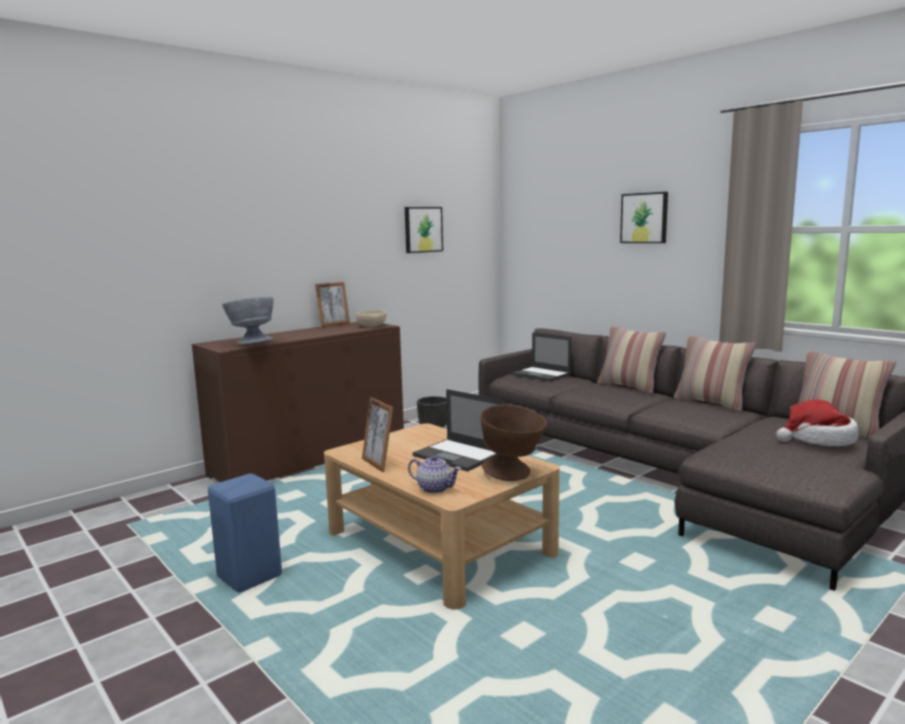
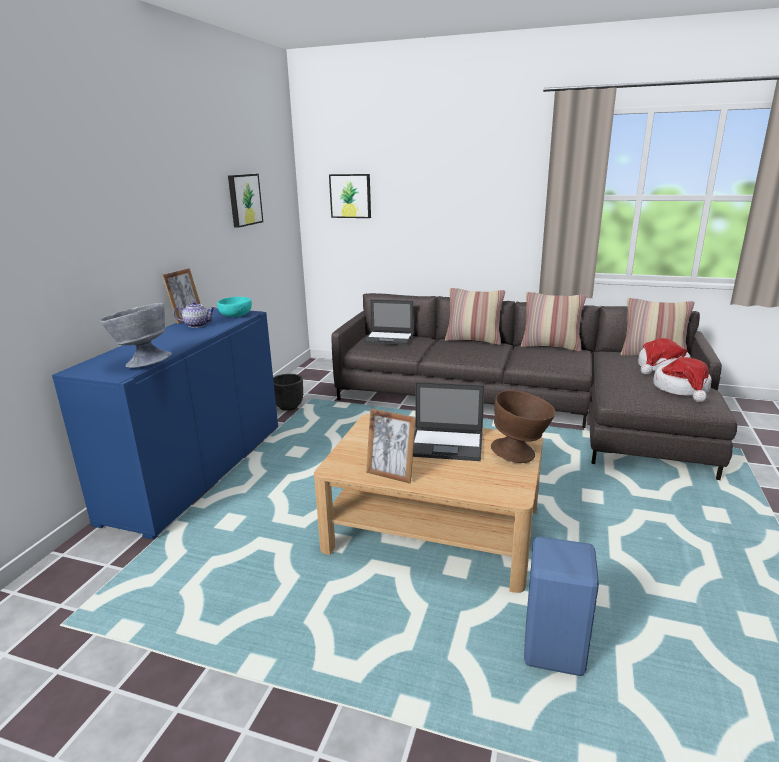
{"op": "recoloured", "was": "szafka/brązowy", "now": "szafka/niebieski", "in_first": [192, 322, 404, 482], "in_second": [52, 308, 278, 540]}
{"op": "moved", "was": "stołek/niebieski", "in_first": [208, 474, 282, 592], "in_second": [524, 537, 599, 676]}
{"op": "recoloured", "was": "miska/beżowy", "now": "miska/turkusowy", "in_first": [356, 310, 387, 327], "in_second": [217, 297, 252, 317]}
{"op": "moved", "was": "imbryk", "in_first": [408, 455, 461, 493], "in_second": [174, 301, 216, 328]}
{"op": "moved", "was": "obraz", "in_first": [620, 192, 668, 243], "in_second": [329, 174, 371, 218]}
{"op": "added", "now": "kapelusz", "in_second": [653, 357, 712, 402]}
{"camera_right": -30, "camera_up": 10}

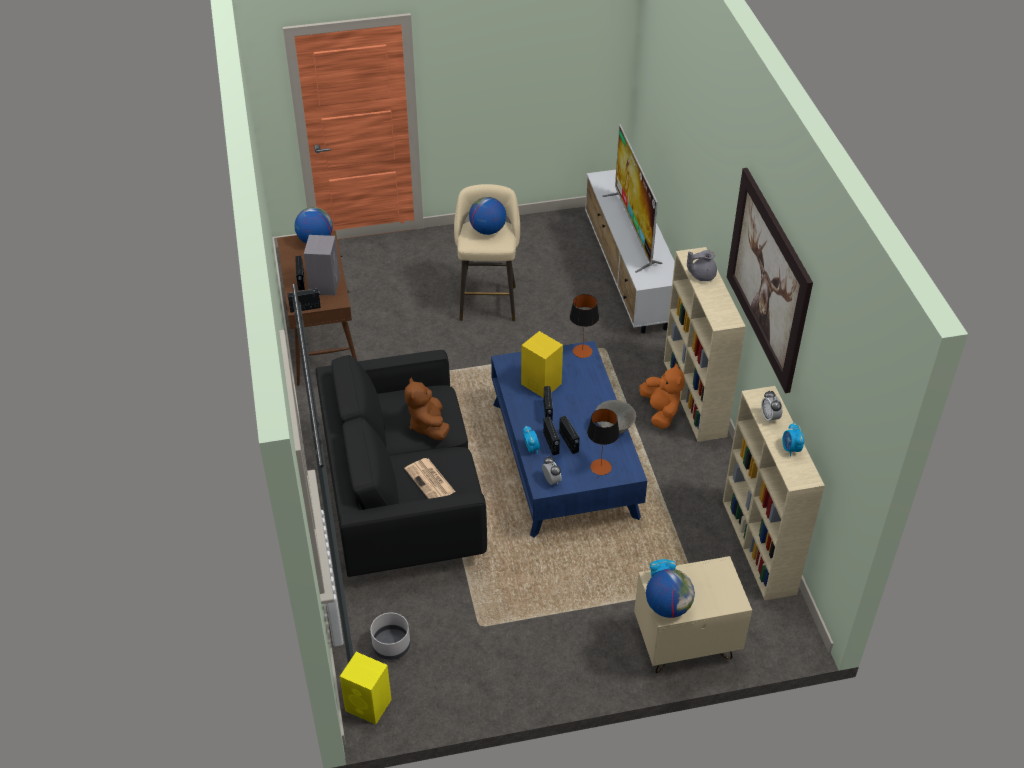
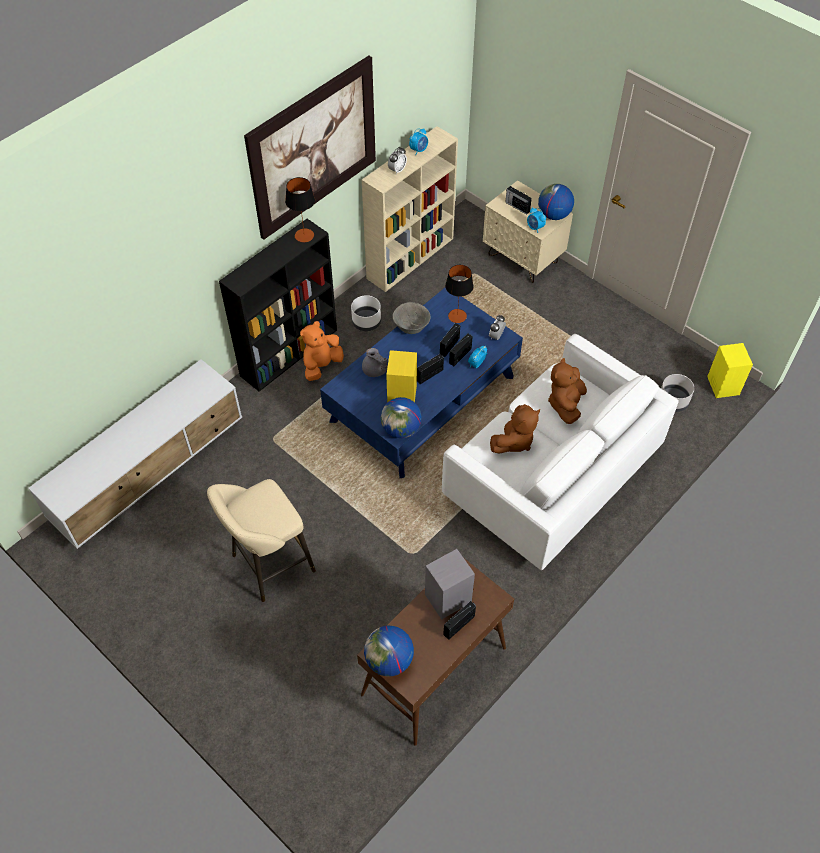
{"op": "moved", "was": "radio", "in_first": [287, 288, 321, 313], "in_second": [505, 186, 532, 215]}
{"op": "recoloured", "was": "kanapa/czarny", "now": "kanapa/biały", "in_first": [316, 350, 487, 577], "in_second": [442, 334, 679, 571]}
{"op": "replaced", "was": "gazeta", "now": "pluszak/brązowy", "in_first": [404, 458, 455, 499], "in_second": [548, 358, 587, 424]}
{"op": "moved", "was": "globus", "in_first": [469, 197, 506, 235], "in_second": [381, 397, 422, 438]}
{"op": "moved", "was": "lampa stołowa", "in_first": [570, 294, 599, 358], "in_second": [285, 177, 315, 243]}
{"op": "removed", "was": "telewizor", "in_first": [602, 124, 663, 273]}
{"op": "recoloured", "was": "regał/beżowy", "now": "regał/czarny", "in_first": [664, 247, 746, 442], "in_second": [219, 219, 337, 392]}
{"op": "moved", "was": "imbryk/szary", "in_first": [687, 250, 717, 281], "in_second": [362, 348, 388, 377]}
{"op": "added", "now": "donica/biały", "in_second": [351, 295, 381, 331]}
{"camera_right": -125, "camera_up": 10}

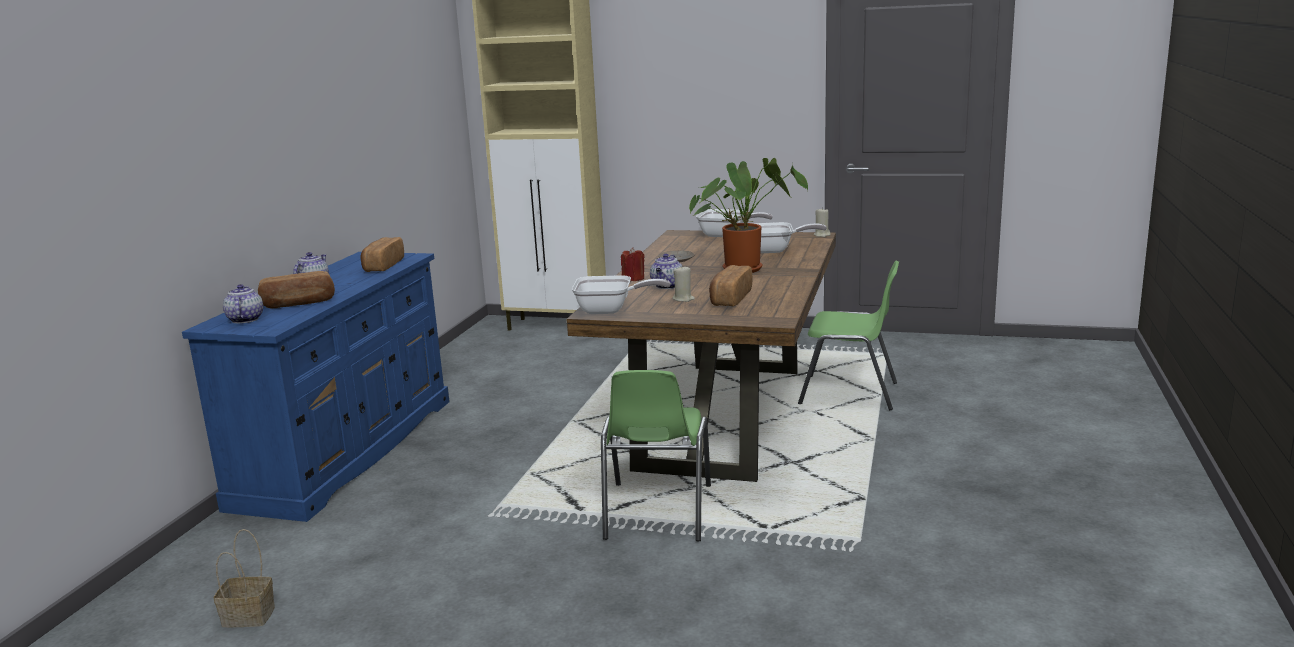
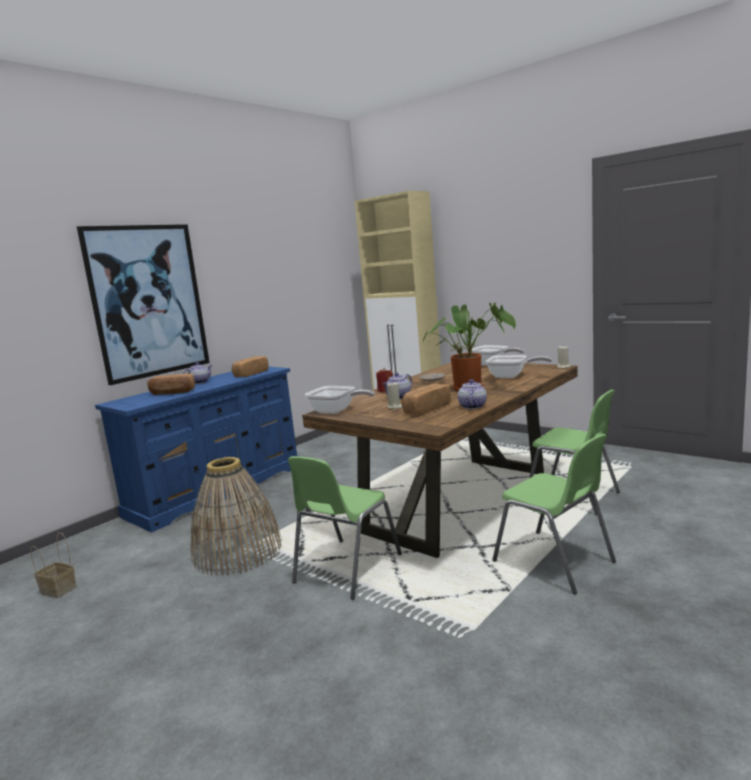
{"op": "moved", "was": "imbryk", "in_first": [223, 284, 263, 323], "in_second": [458, 379, 487, 409]}
{"op": "added", "now": "obraz", "in_second": [77, 224, 210, 385]}
{"op": "added", "now": "koszyk", "in_second": [191, 457, 282, 575]}
{"op": "added", "now": "krzesło/zielony", "in_second": [492, 434, 616, 594]}
{"camera_right": 25, "camera_up": -5}

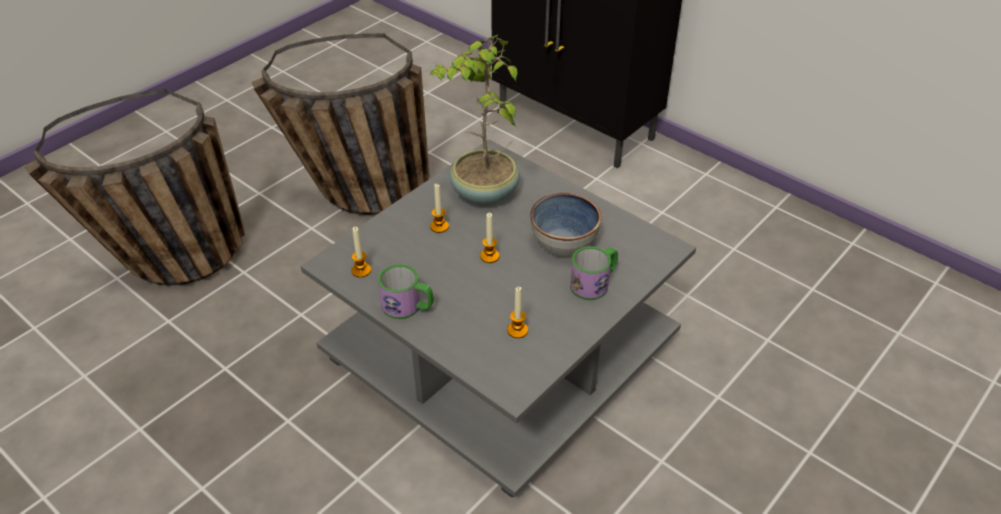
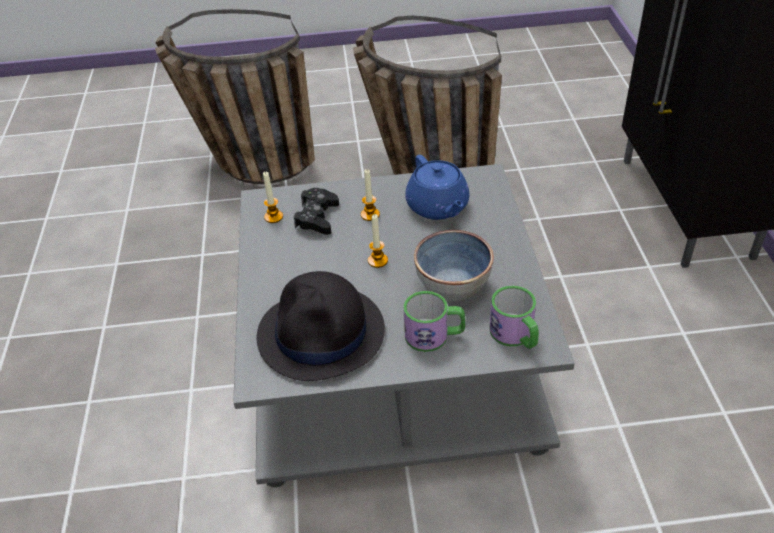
{"op": "moved", "was": "kubek", "in_first": [378, 264, 434, 319], "in_second": [489, 286, 539, 349]}
{"op": "replaced", "was": "roślina doniczkowa", "now": "imbryk/niebieski", "in_first": [430, 35, 520, 205], "in_second": [405, 155, 469, 220]}
{"op": "replaced", "was": "świeca", "now": "kapelusz/czarny", "in_first": [507, 287, 528, 338], "in_second": [257, 271, 385, 381]}
{"op": "added", "now": "pad do gier/czarny", "in_second": [294, 188, 339, 235]}
{"camera_right": 45, "camera_up": 0}

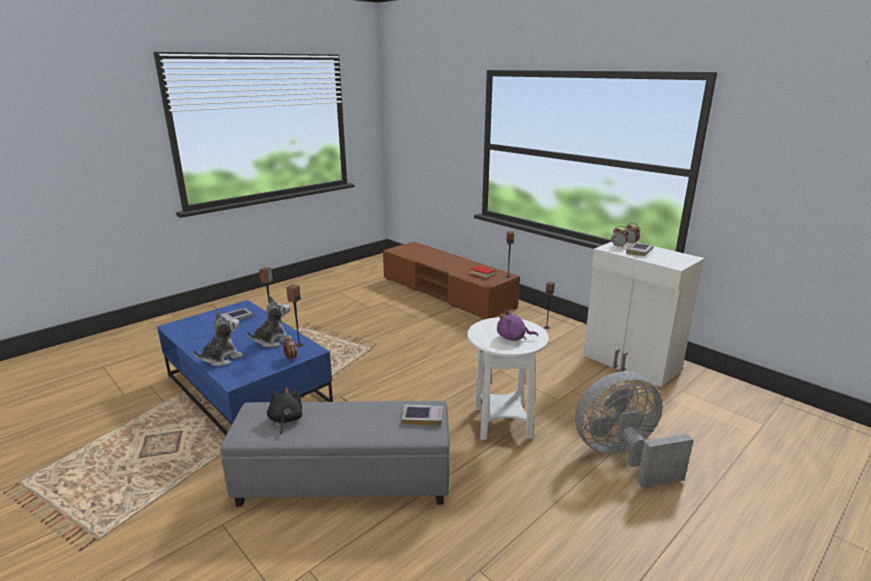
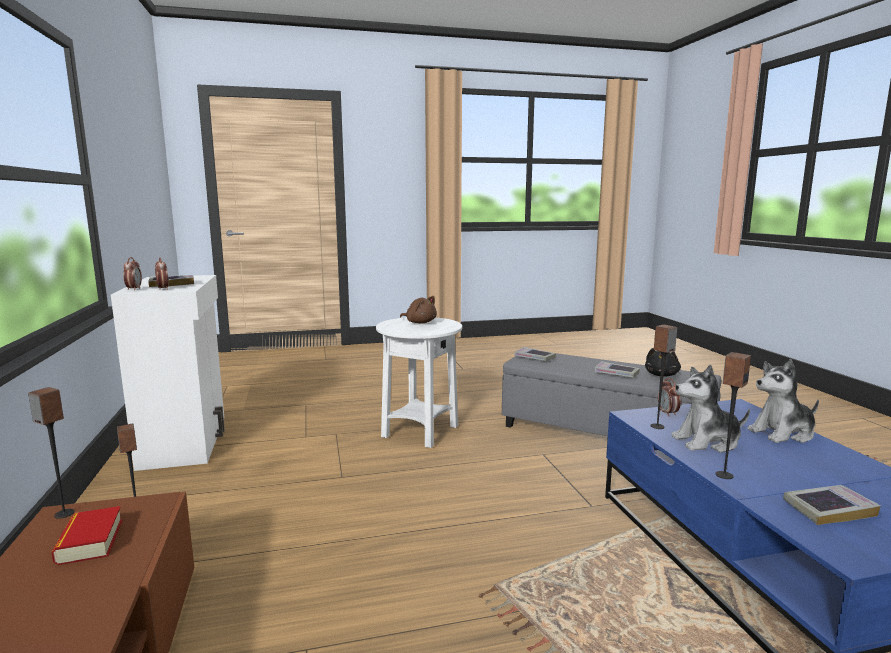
{"op": "recoloured", "was": "pluszak/fioletowy", "now": "pluszak/brązowy", "in_first": [497, 310, 538, 341], "in_second": [400, 296, 437, 324]}
{"op": "removed", "was": "wentylator/szary", "in_first": [575, 371, 694, 488]}
{"op": "added", "now": "książka", "in_second": [594, 361, 640, 378]}
{"camera_right": -150, "camera_up": -10}

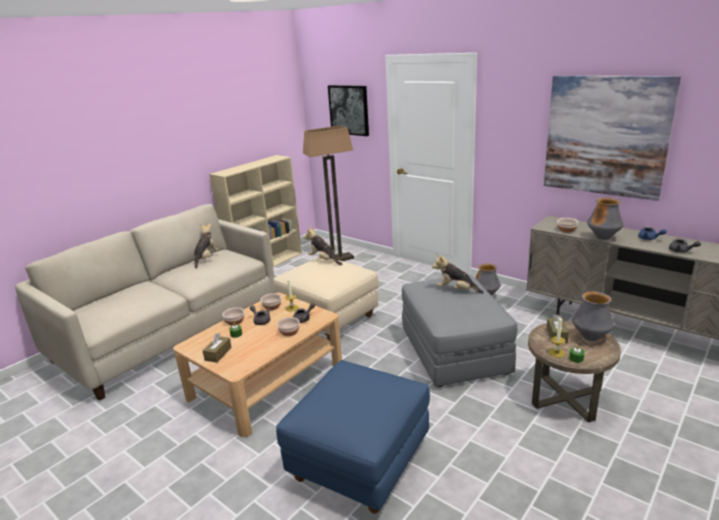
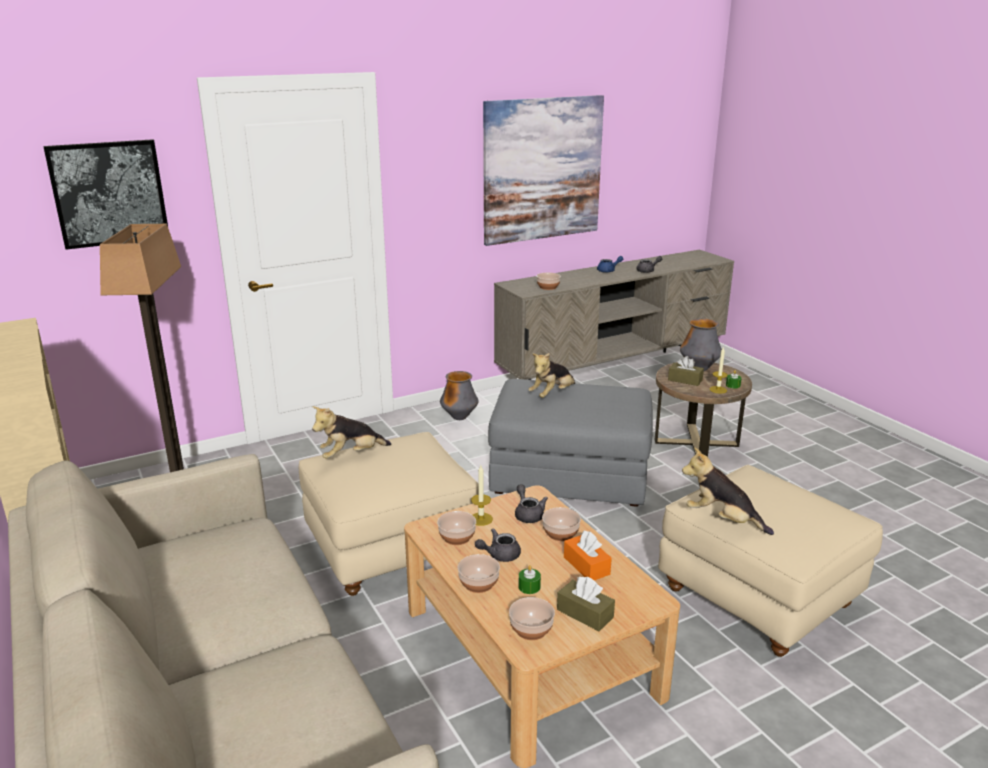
{"op": "moved", "was": "pluszak", "in_first": [193, 223, 219, 269], "in_second": [682, 447, 774, 535]}
{"op": "recoloured", "was": "pufa/niebieski", "now": "pufa/beżowy", "in_first": [276, 360, 430, 514], "in_second": [658, 465, 883, 657]}
{"op": "removed", "was": "wazon", "in_first": [587, 198, 623, 240]}
{"op": "added", "now": "miska", "in_second": [509, 597, 555, 640]}
{"op": "added", "now": "pudełko chusteczek/pomarańczowy", "in_second": [564, 530, 612, 580]}
{"camera_right": -70, "camera_up": 0}

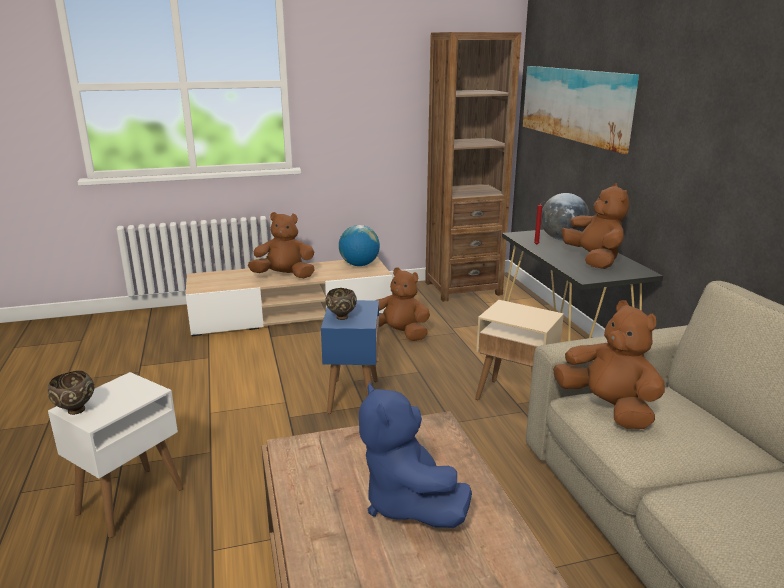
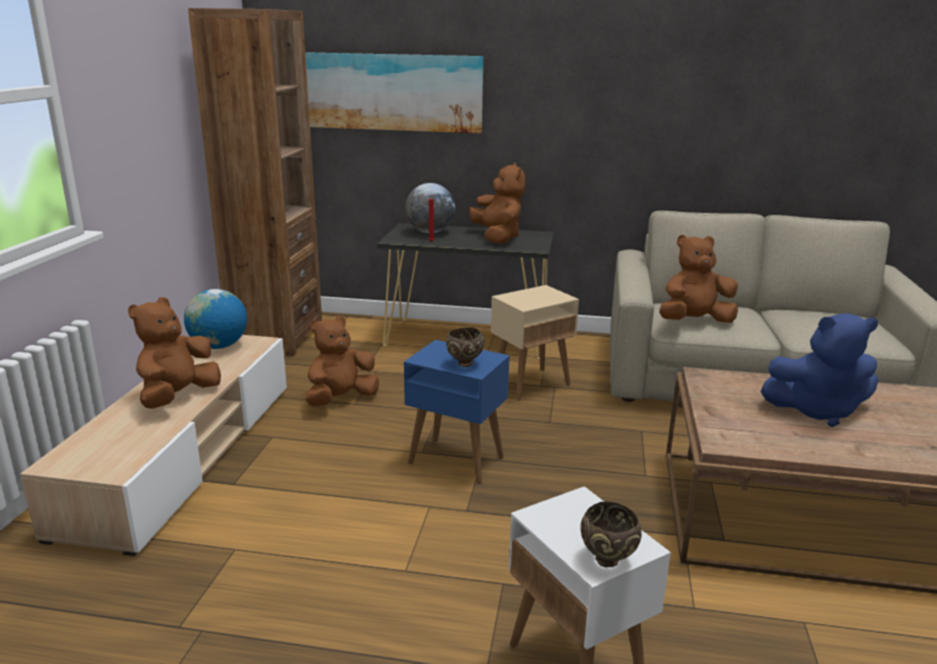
{"op": "turned", "was": "pluszak/brązowy", "in_first": [562, 183, 629, 269], "in_second": [469, 162, 525, 244], "clockwise": 60}
{"camera_right": -65, "camera_up": 0}

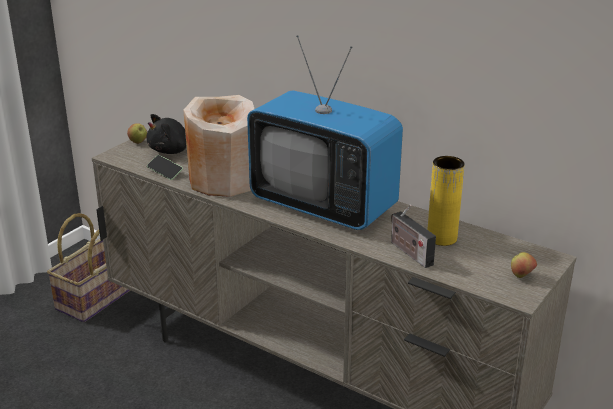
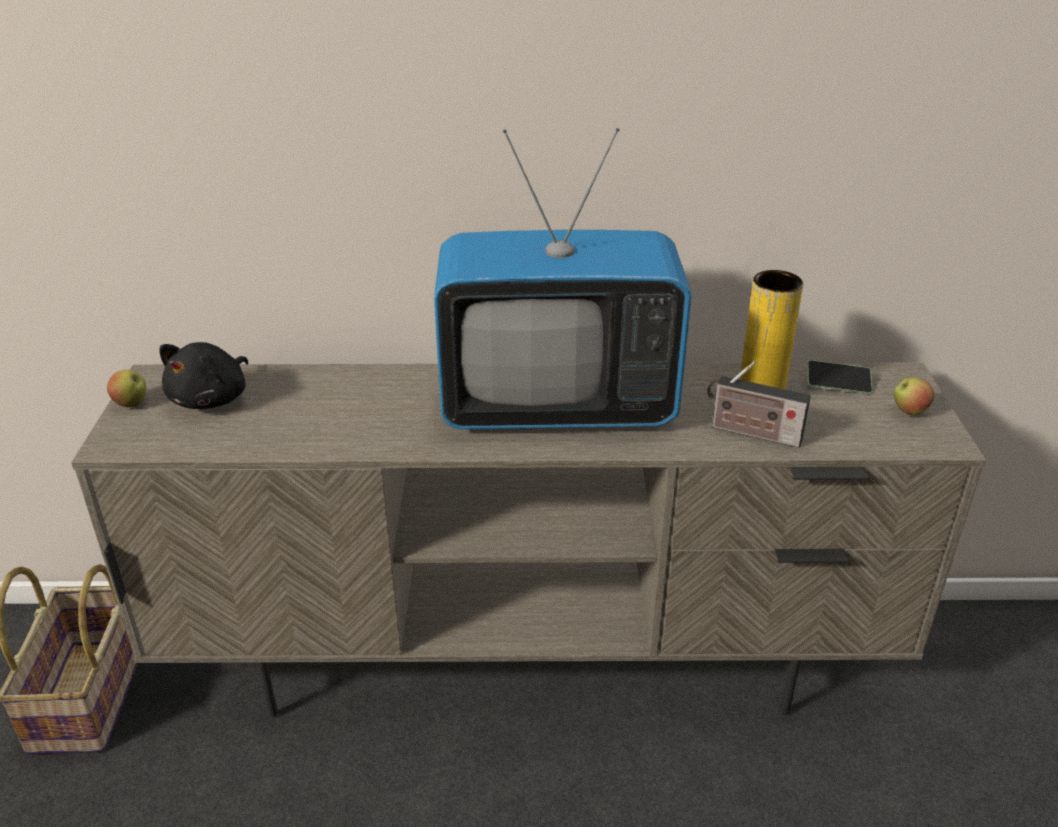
{"op": "moved", "was": "telefon", "in_first": [147, 155, 183, 180], "in_second": [807, 360, 873, 394]}
{"op": "removed", "was": "wazon/beżowy", "in_first": [183, 95, 254, 197]}
{"camera_right": -35, "camera_up": 5}

